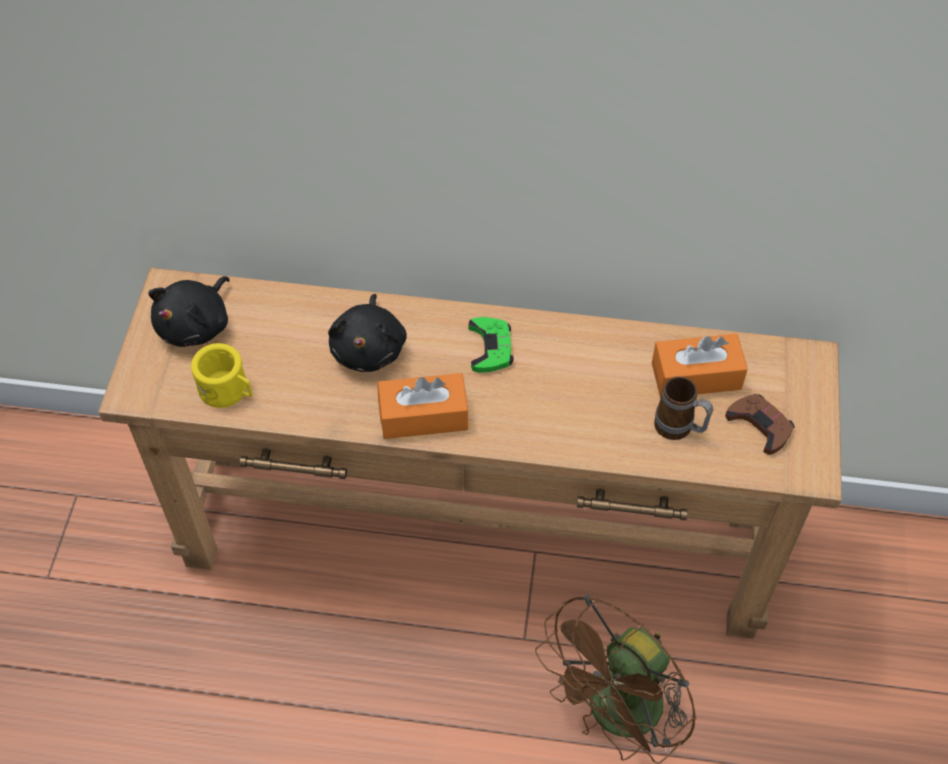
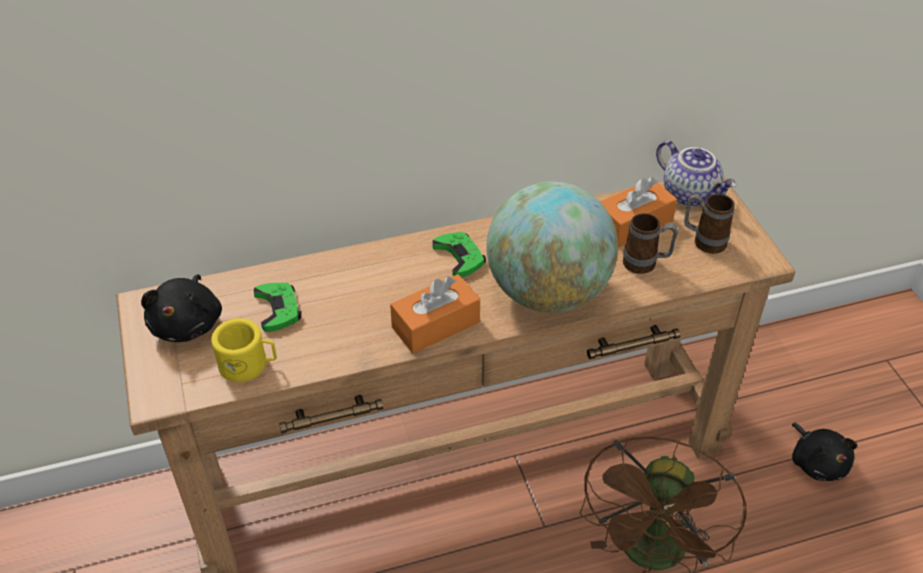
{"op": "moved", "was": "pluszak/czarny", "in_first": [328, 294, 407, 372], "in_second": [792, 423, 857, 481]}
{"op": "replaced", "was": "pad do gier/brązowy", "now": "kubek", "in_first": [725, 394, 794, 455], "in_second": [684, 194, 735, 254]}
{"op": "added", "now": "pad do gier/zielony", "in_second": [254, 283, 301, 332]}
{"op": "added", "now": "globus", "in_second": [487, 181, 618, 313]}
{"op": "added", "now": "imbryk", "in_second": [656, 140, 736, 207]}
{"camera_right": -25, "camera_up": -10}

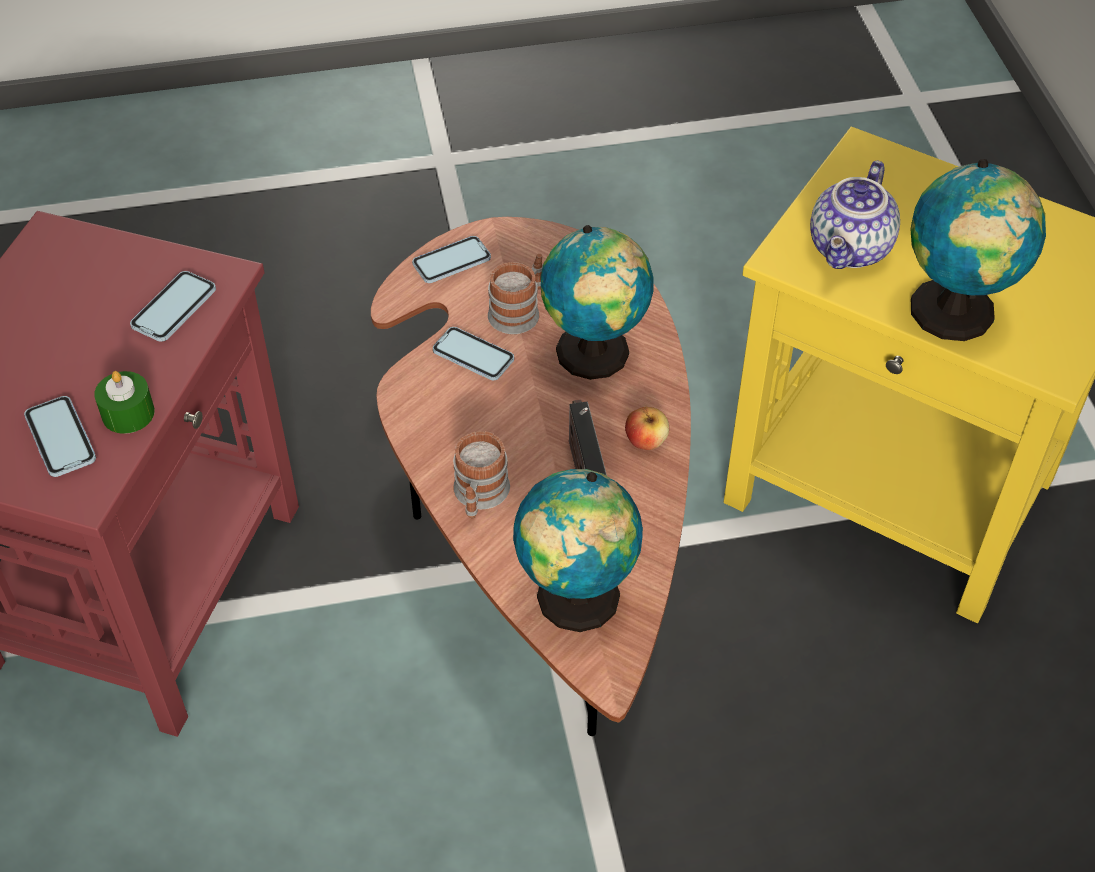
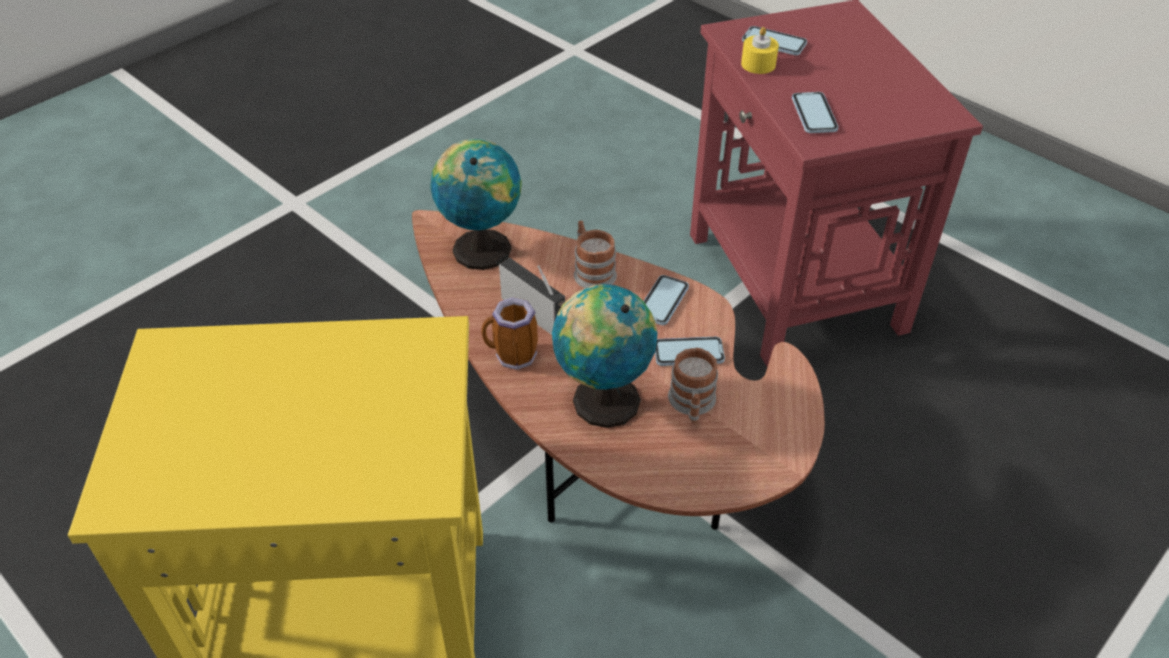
{"op": "recoloured", "was": "świeca/zielony", "now": "świeca/żółty", "in_first": [94, 371, 155, 434], "in_second": [741, 27, 779, 74]}
{"op": "moved", "was": "telefon", "in_first": [412, 236, 491, 283], "in_second": [644, 275, 689, 325]}
{"op": "replaced", "was": "jabłko", "now": "kubek", "in_first": [625, 407, 669, 450], "in_second": [482, 297, 538, 370]}
{"op": "removed", "was": "imbryk", "in_first": [810, 160, 900, 269]}
{"op": "removed", "was": "globus", "in_first": [910, 159, 1046, 341]}
{"camera_right": 145, "camera_up": -5}

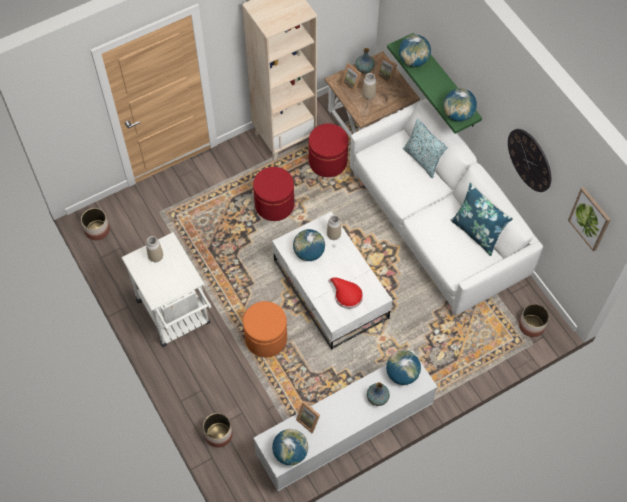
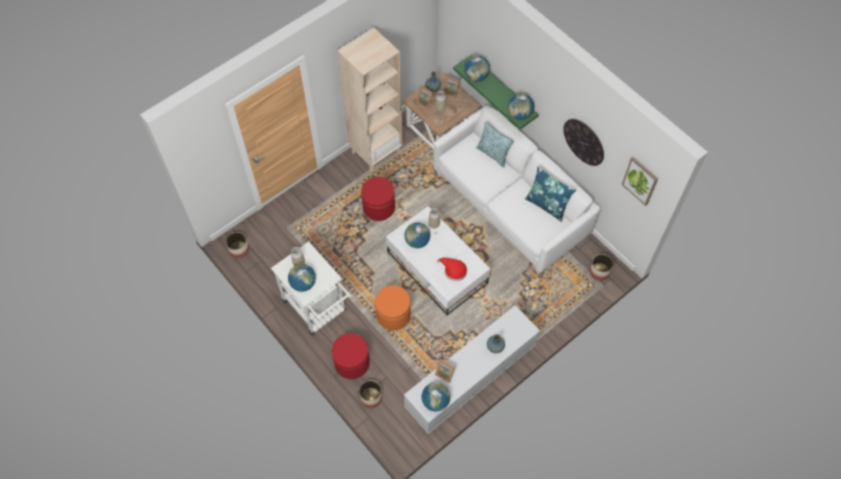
{"op": "moved", "was": "pufa/czerwony", "in_first": [308, 124, 349, 177], "in_second": [332, 333, 370, 379]}
{"op": "moved", "was": "globus", "in_first": [386, 350, 421, 385], "in_second": [288, 264, 316, 292]}
{"camera_right": -10, "camera_up": 0}

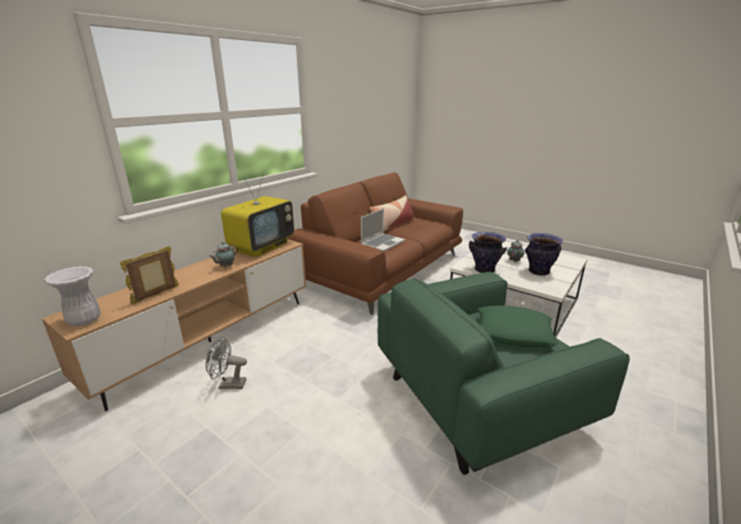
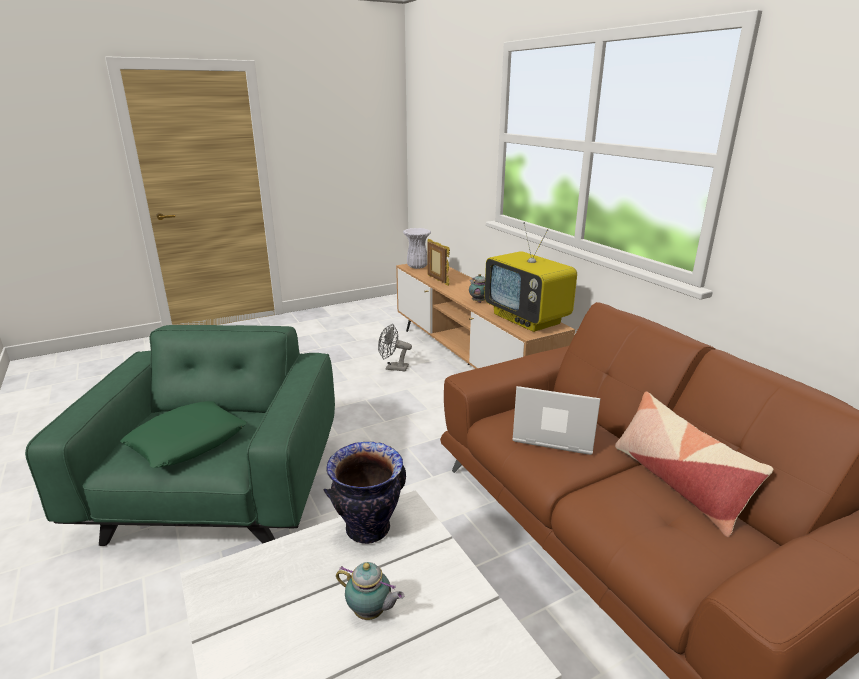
{"op": "turned", "was": "wentylator/szary", "in_first": [206, 337, 247, 389], "in_second": [378, 324, 412, 371], "clockwise": -105}
{"op": "turned", "was": "laptop", "in_first": [361, 208, 405, 252], "in_second": [512, 386, 601, 455], "clockwise": 135}
{"op": "removed", "was": "wazon", "in_first": [525, 233, 563, 276]}
{"camera_right": 115, "camera_up": 0}

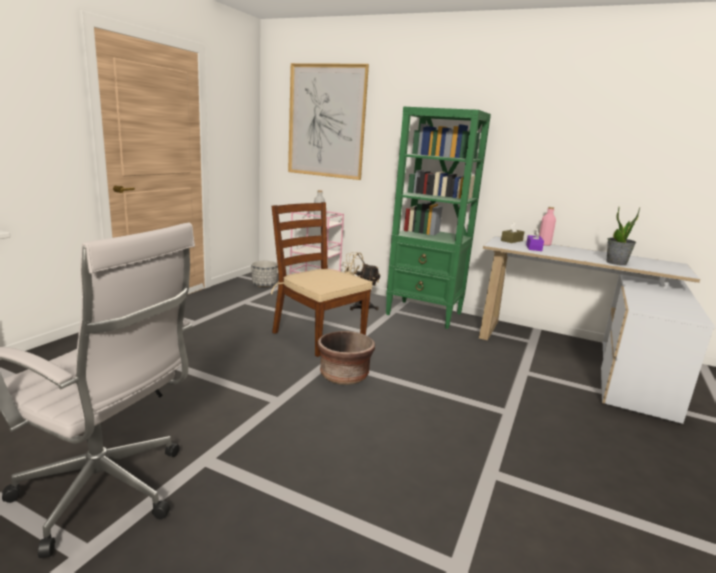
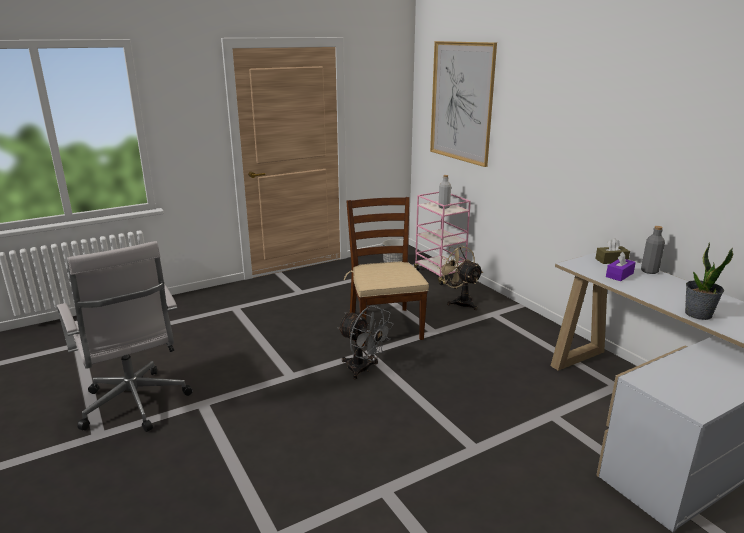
{"op": "replaced", "was": "donica/brązowy", "now": "wentylator/szary", "in_first": [317, 331, 375, 385], "in_second": [337, 305, 394, 379]}
{"op": "removed", "was": "regał/zielony", "in_first": [386, 107, 491, 329]}
{"op": "recoloured", "was": "butelka/różowy", "now": "butelka/szary", "in_first": [539, 207, 556, 246], "in_second": [641, 226, 665, 274]}
{"camera_right": 35, "camera_up": 5}

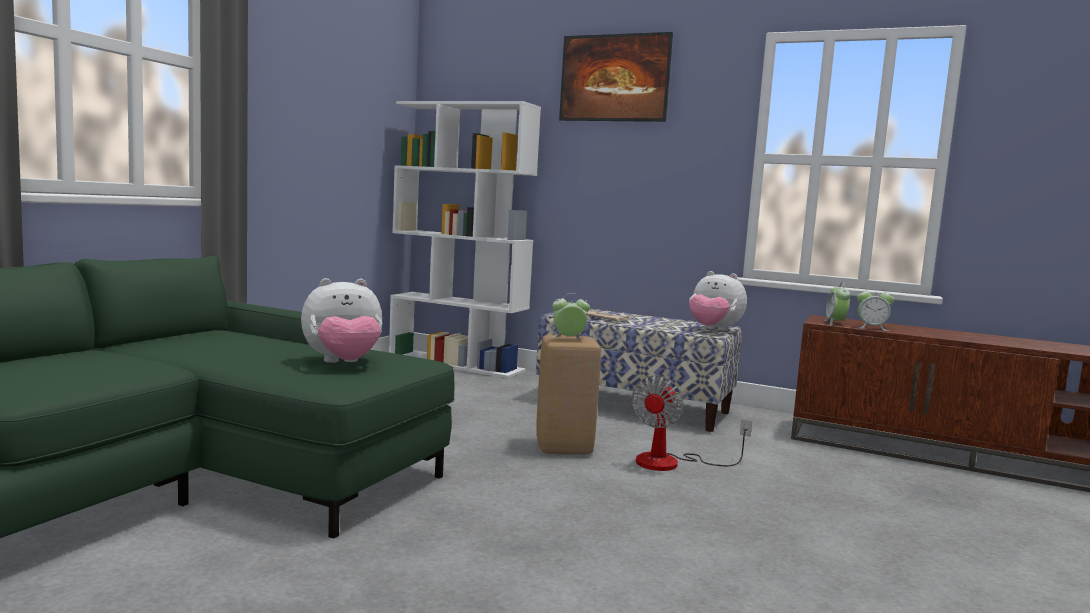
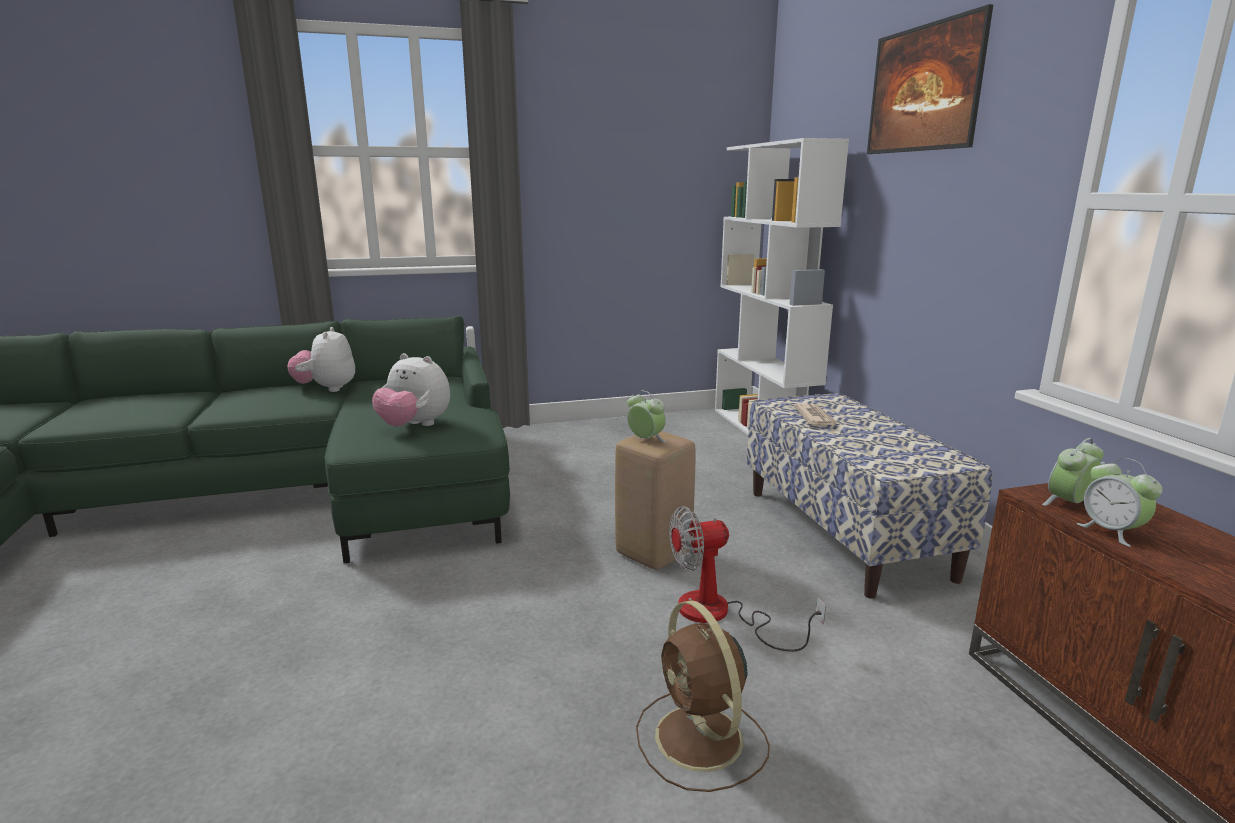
{"op": "moved", "was": "pluszak", "in_first": [689, 271, 747, 331], "in_second": [287, 327, 355, 392]}
{"op": "added", "now": "wentylator/brązowy", "in_second": [636, 600, 770, 792]}
{"camera_right": 50, "camera_up": 10}

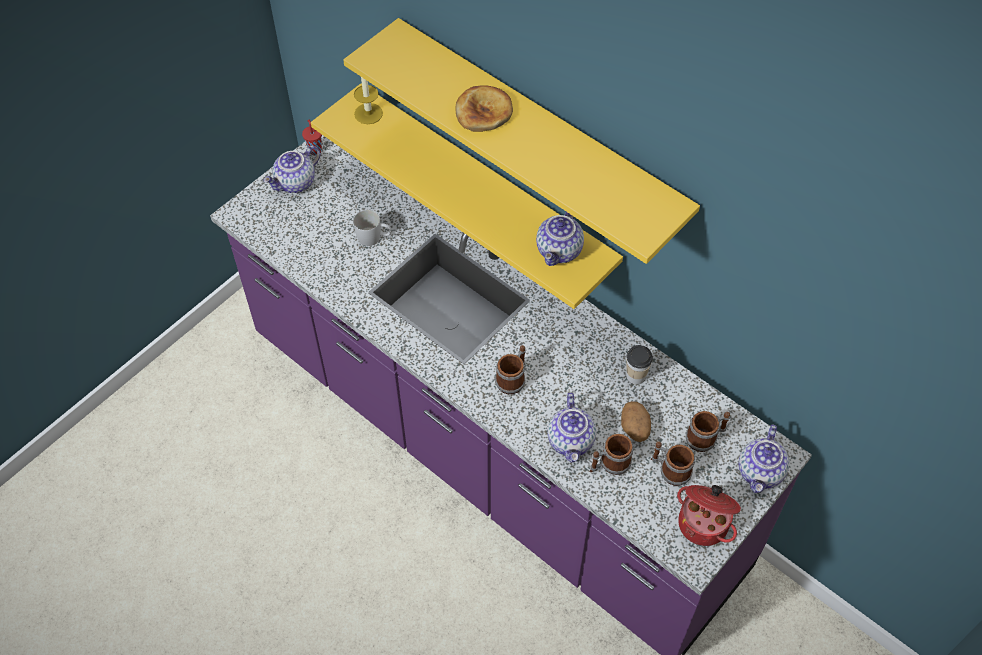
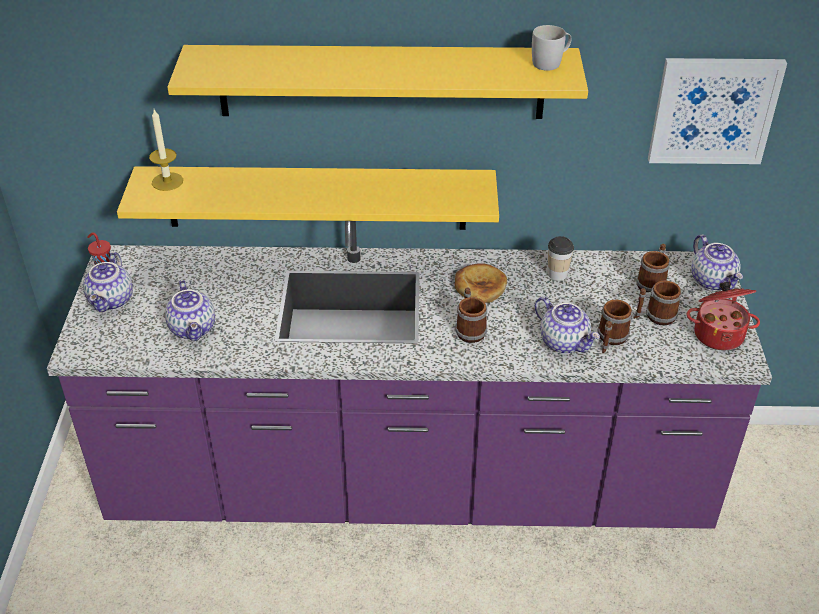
{"op": "moved", "was": "kubek/biały", "in_first": [353, 210, 391, 246], "in_second": [532, 25, 571, 71]}
{"op": "moved", "was": "chleb", "in_first": [455, 85, 513, 132], "in_second": [454, 263, 507, 303]}
{"op": "moved", "was": "imbryk", "in_first": [536, 212, 584, 266], "in_second": [165, 280, 215, 341]}
{"op": "removed", "was": "ziemniak", "in_first": [621, 401, 651, 442]}
{"op": "added", "now": "obraz", "in_second": [648, 58, 787, 164]}
{"camera_right": -40, "camera_up": -15}

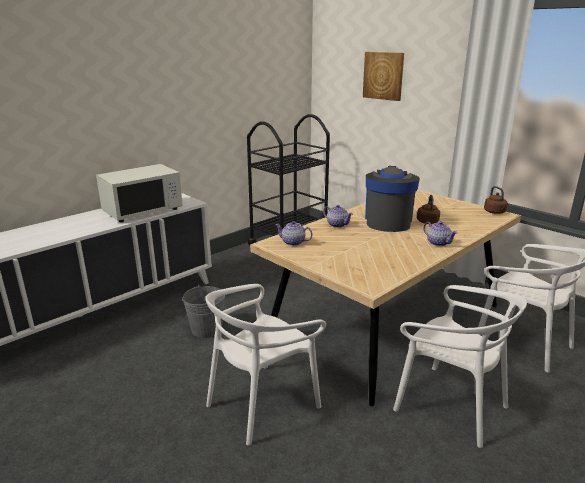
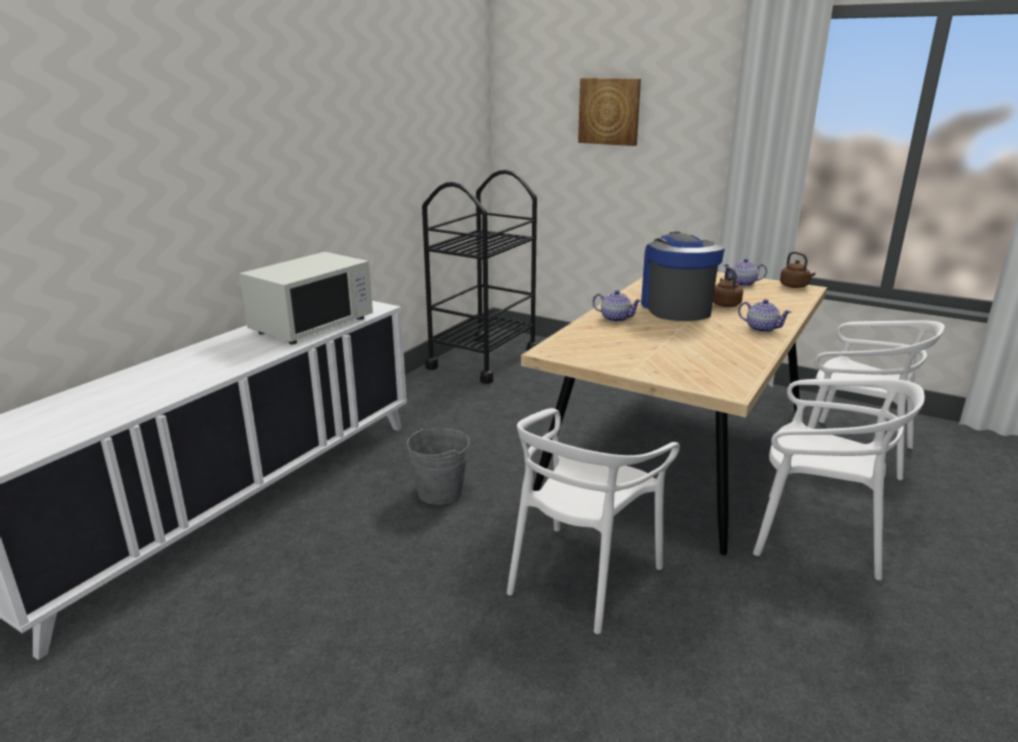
{"op": "moved", "was": "imbryk", "in_first": [275, 221, 313, 246], "in_second": [723, 259, 767, 286]}
{"camera_right": -15, "camera_up": 0}

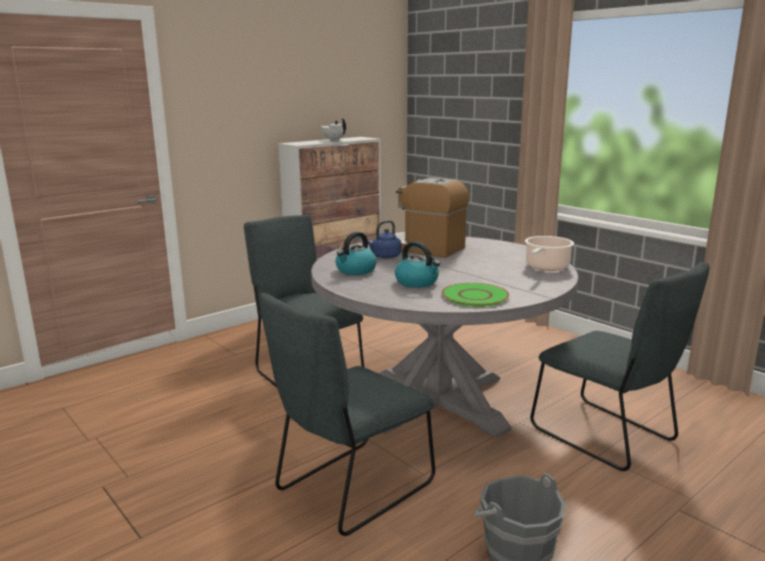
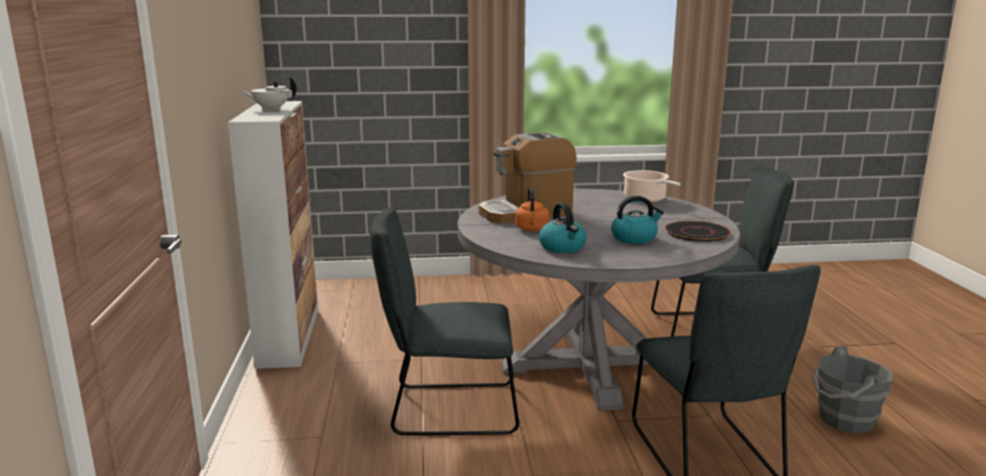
{"op": "recoloured", "was": "czajnik/niebieski", "now": "czajnik/pomarańczowy", "in_first": [368, 220, 401, 259], "in_second": [515, 187, 549, 231]}
{"op": "recoloured", "was": "talerz/zielony", "now": "talerz/czarny", "in_first": [442, 283, 509, 307], "in_second": [665, 221, 731, 242]}
{"camera_right": -55, "camera_up": 0}

